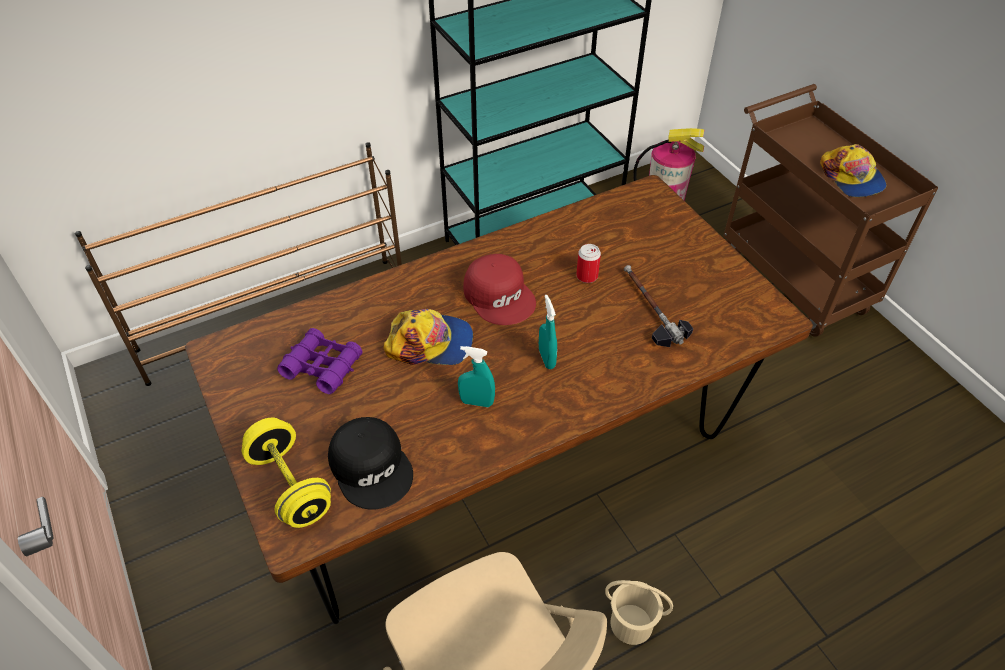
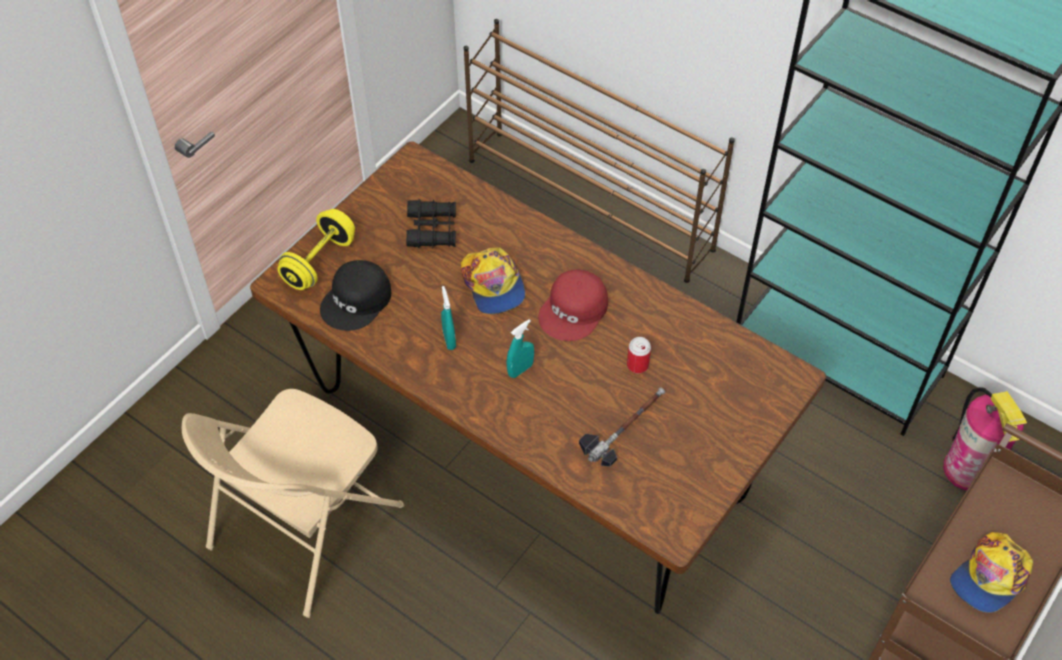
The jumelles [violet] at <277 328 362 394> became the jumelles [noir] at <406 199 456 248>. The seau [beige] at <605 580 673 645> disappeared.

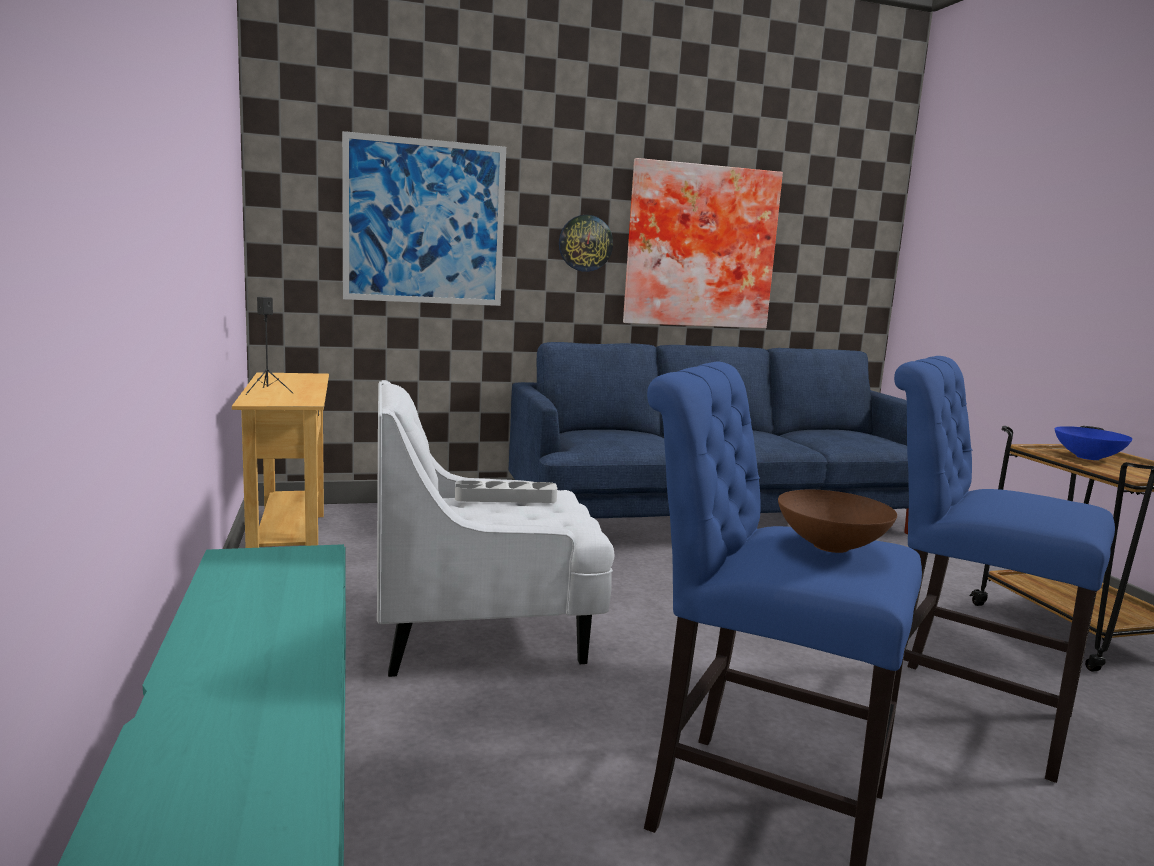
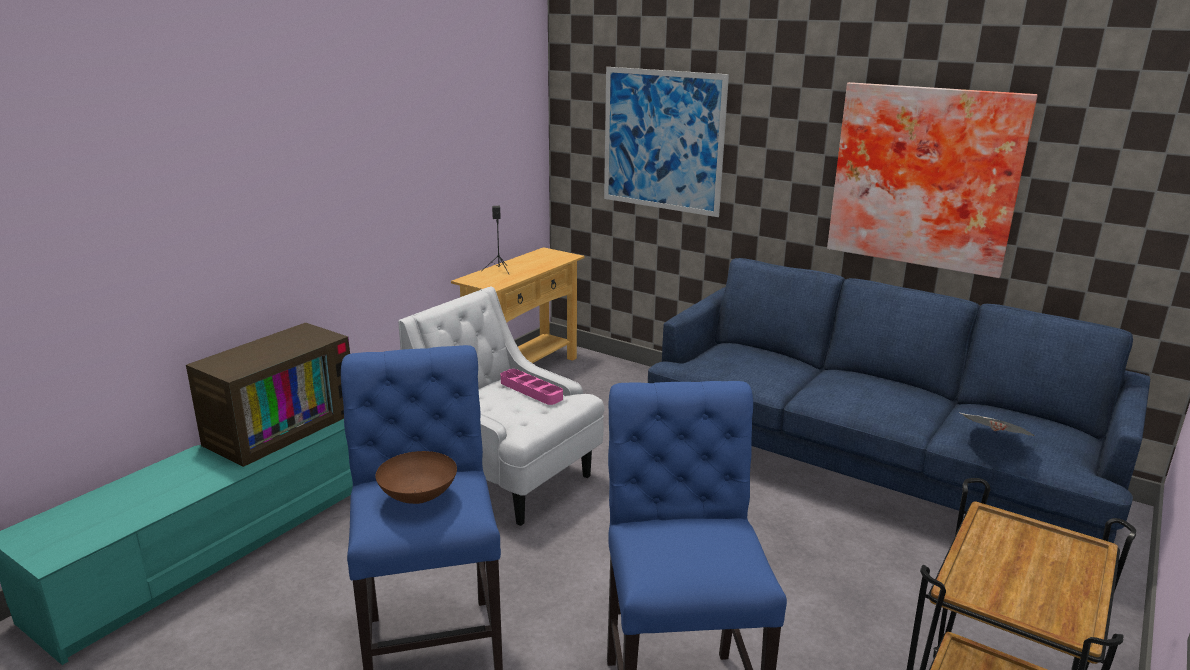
The plateau [gris] at <455 480 557 503> became the plateau [rose] at <501 369 563 405>. The horloge murale at <559 215 613 272> disappeared. The bol [bleu] at <1055 426 1132 460> disappeared. The téléviseur at <186 323 350 467> appeared. The journal at <961 413 1035 436> appeared.

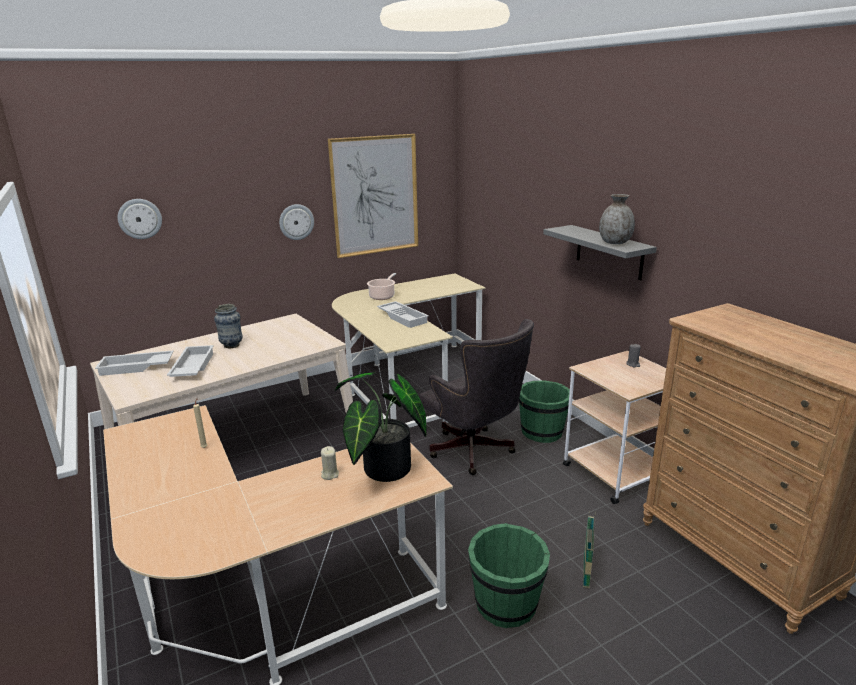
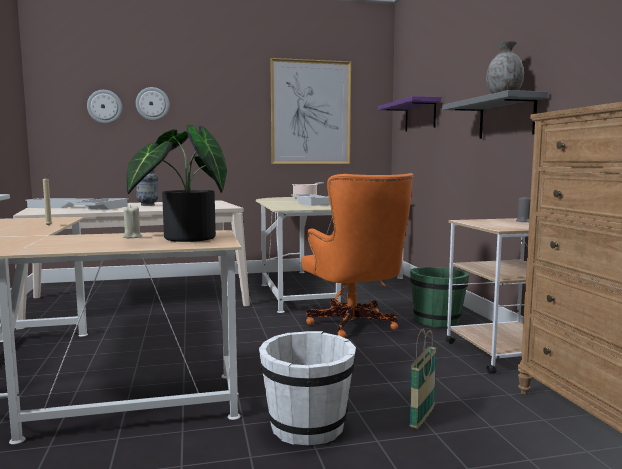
The horloge murale moved from <279 204 314 240> to <136 87 170 121>. The chaise de bureau [gris] at <419 319 534 475> became the chaise de bureau [orange] at <302 173 414 338>. The seau [vert] at <468 523 550 628> became the seau [blanc] at <259 331 356 445>. The étagère [violet] at <378 96 441 132> appeared.

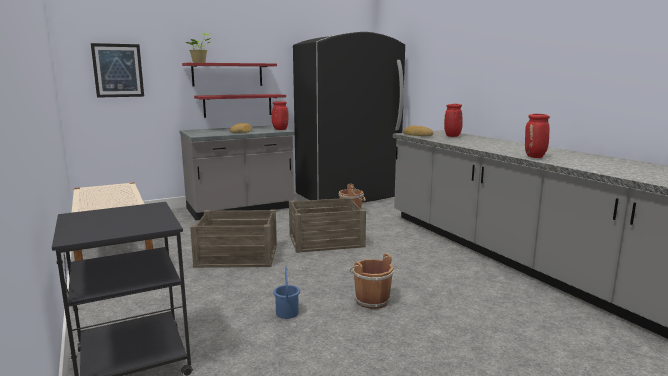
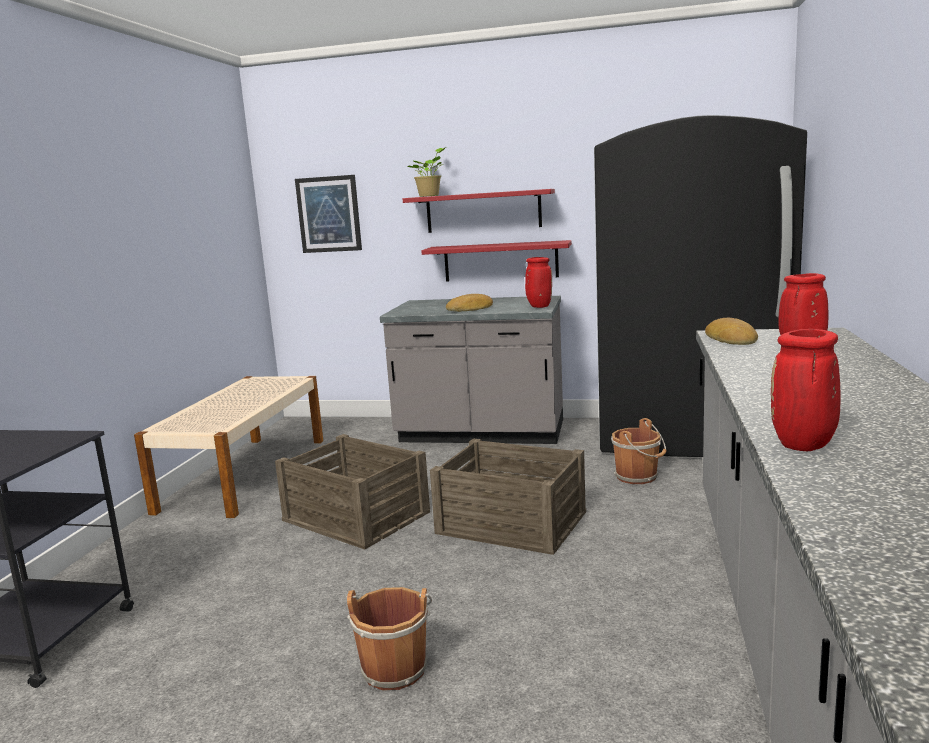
The seau [bleu] at <273 267 300 319> disappeared.

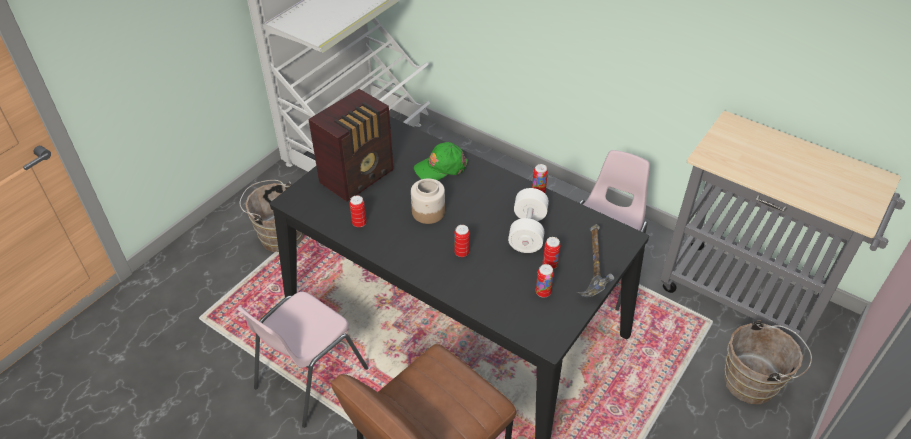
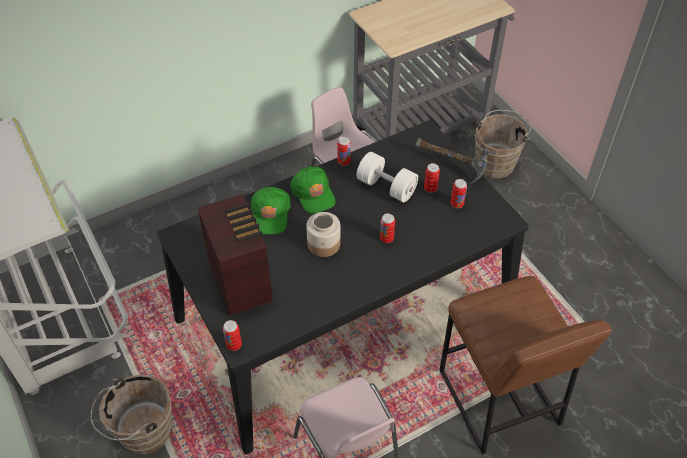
The boîte métallique moved from <350 195 367 227> to <223 320 242 351>. The casquette [vert] at <290 166 336 213> appeared.

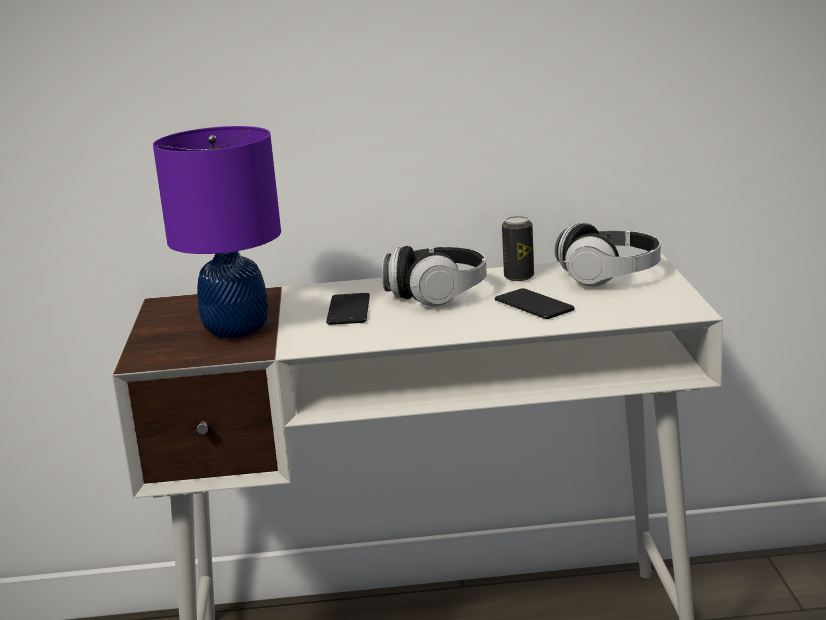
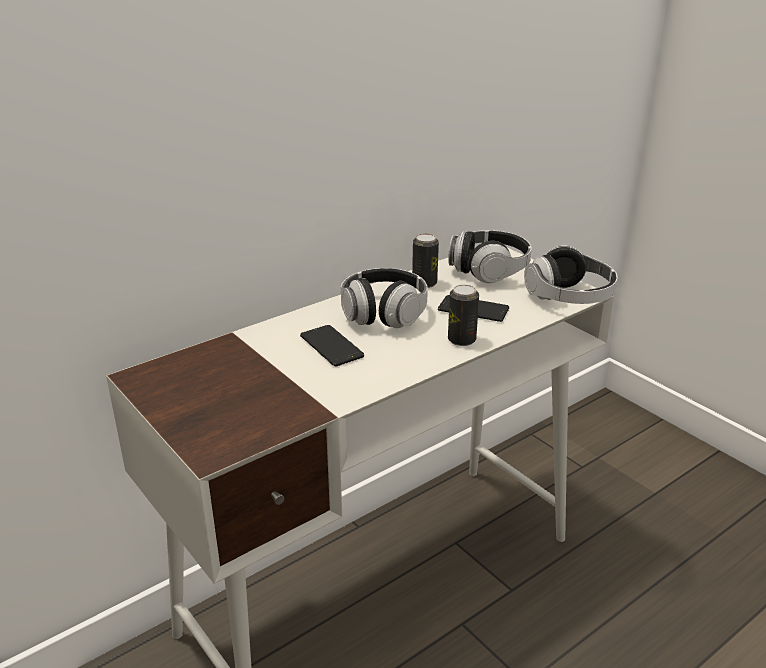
The lampe de table [violet] at <153 126 281 339> disappeared. The boîte métallique at <448 285 479 346> appeared. The casque audio at <524 245 617 304> appeared.

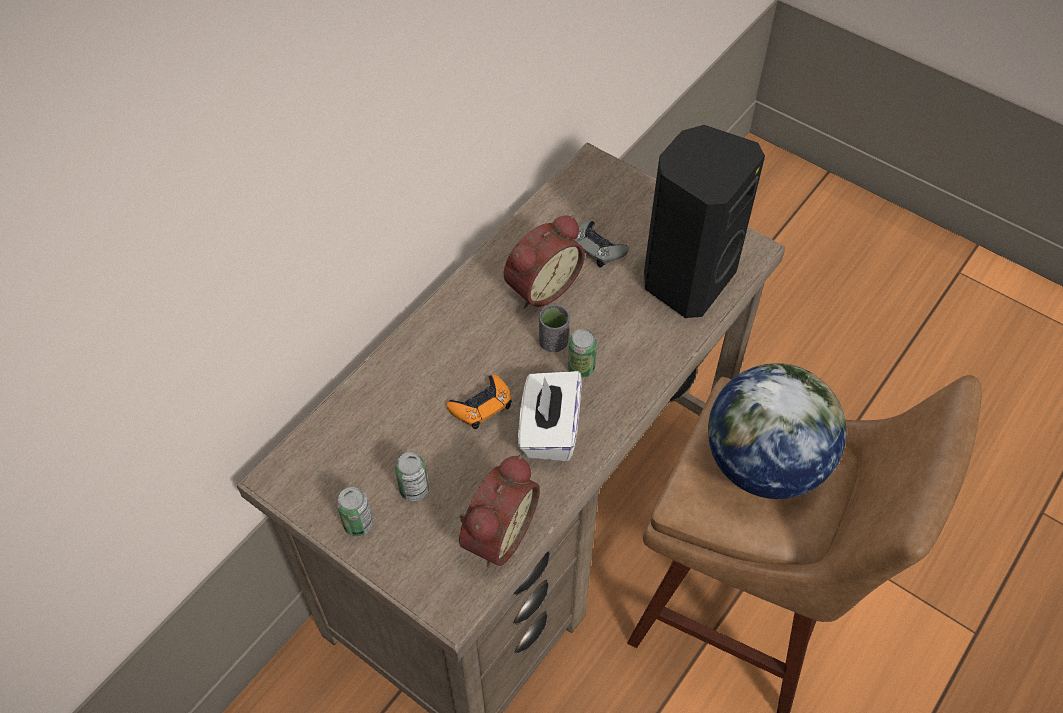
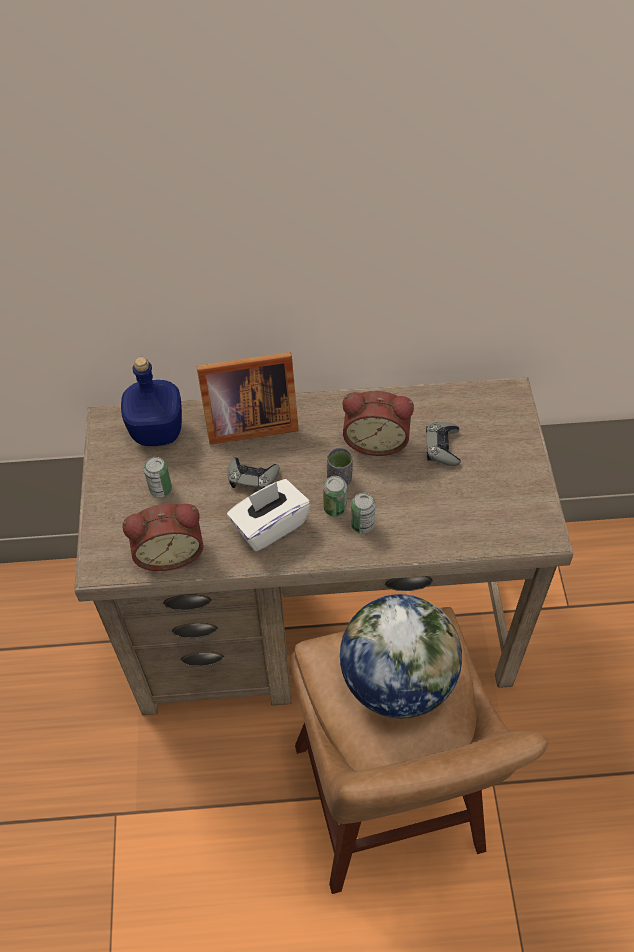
The boîte métallique moved from <337 487 373 536> to <351 493 376 534>. The manette [orange] at <447 375 512 429> became the manette [gris] at <228 458 280 489>. The enceinte [noir] at <644 125 765 318> disappeared. The bouteille [bleu] at <121 357 182 446> appeared. The cadre photo at <197 352 299 445> appeared.

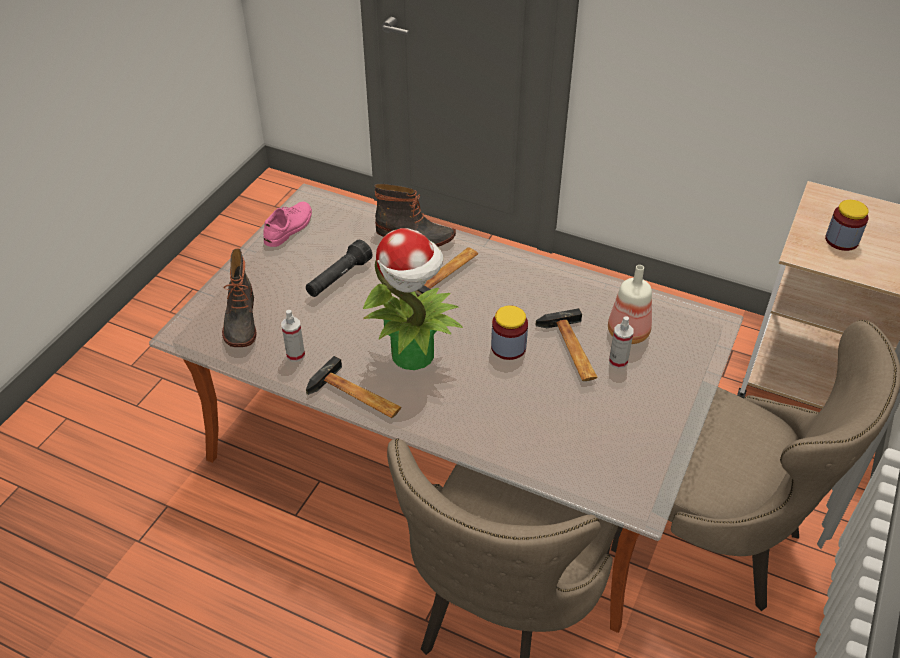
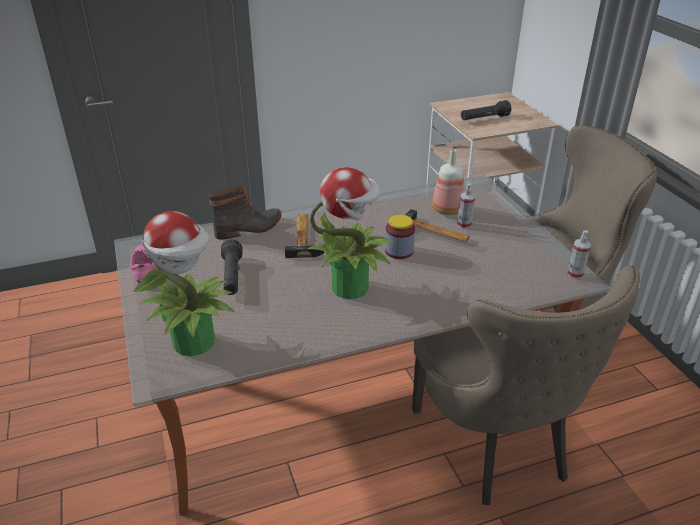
The botte at <222 249 256 347> was replaced by the plante en pot at <133 211 235 356>. The vaporisateur moved from <281 310 305 362> to <567 230 591 279>. The marteau at <306 356 401 418> disappeared. The bocal at <825 200 869 251> was replaced by the lampe de poche [noir] at <461 100 511 120>.

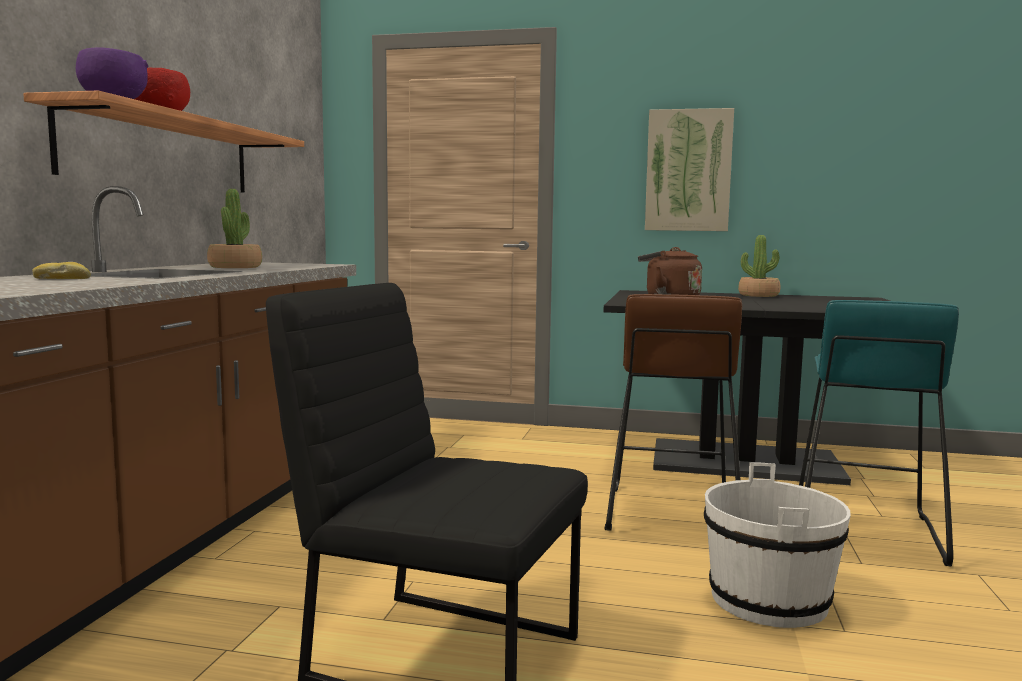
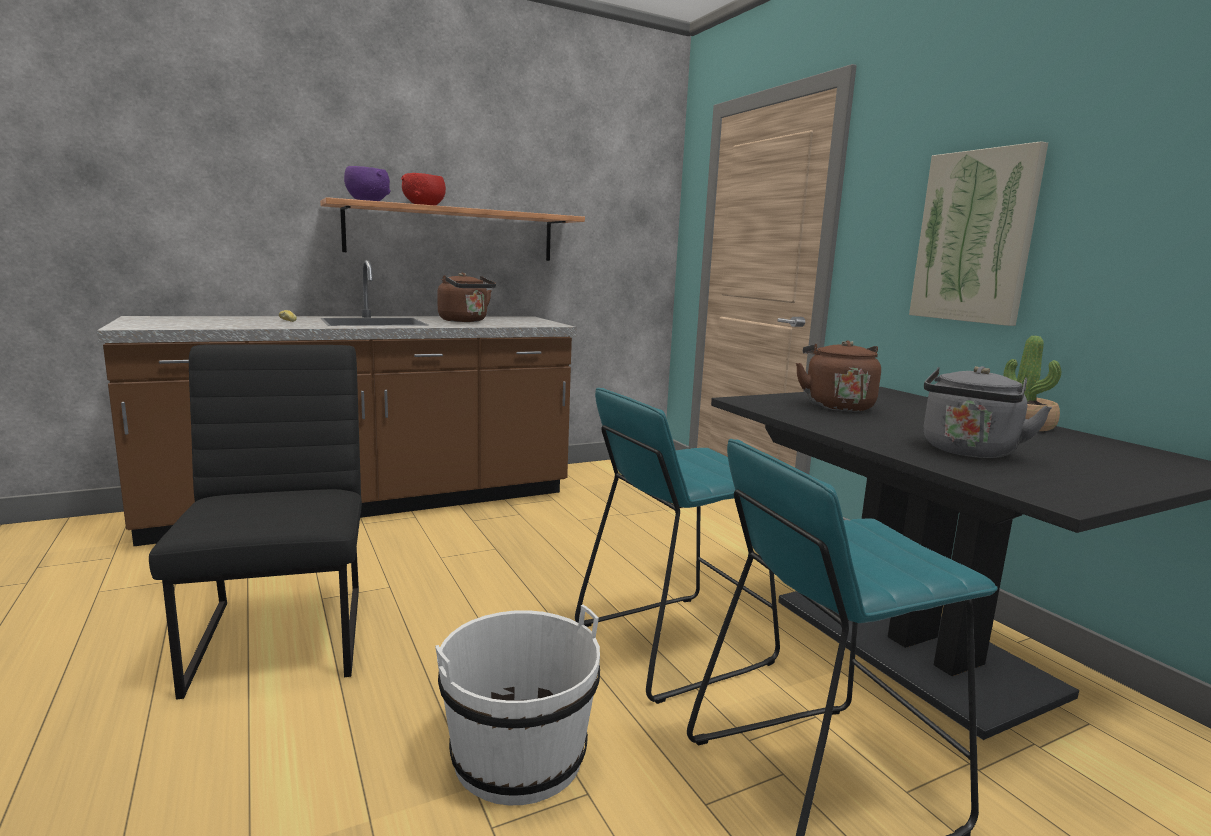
The plante en pot at <207 189 262 268> was replaced by the bouilloire [marron] at <437 273 496 322>. The tabouret [marron] at <605 294 742 531> became the tabouret [turquoise] at <575 388 780 704>. The bouilloire [gris] at <924 366 1052 458> appeared.

